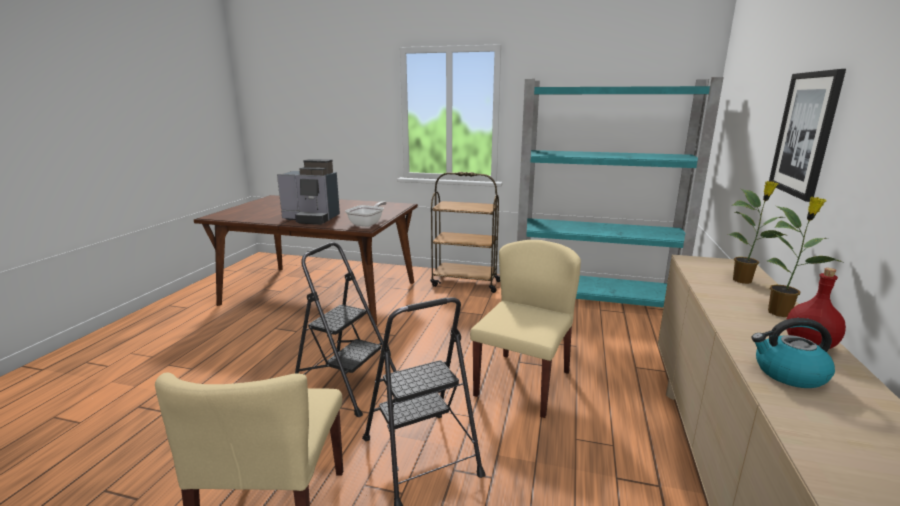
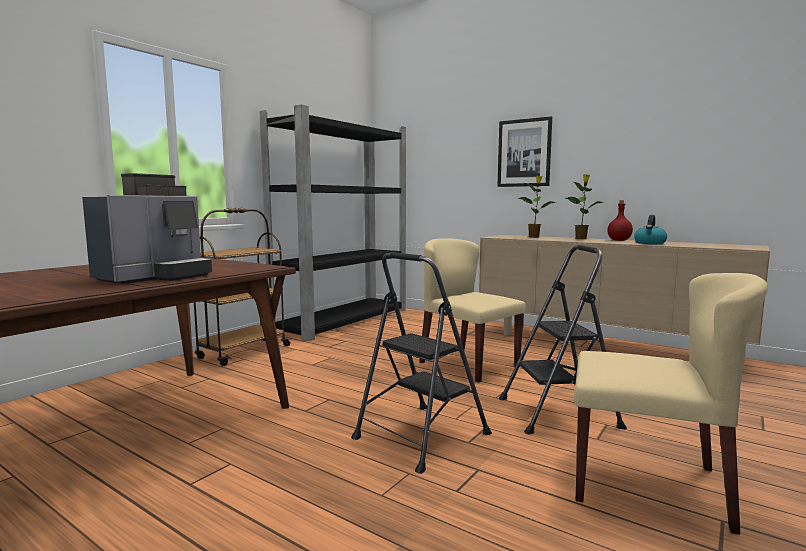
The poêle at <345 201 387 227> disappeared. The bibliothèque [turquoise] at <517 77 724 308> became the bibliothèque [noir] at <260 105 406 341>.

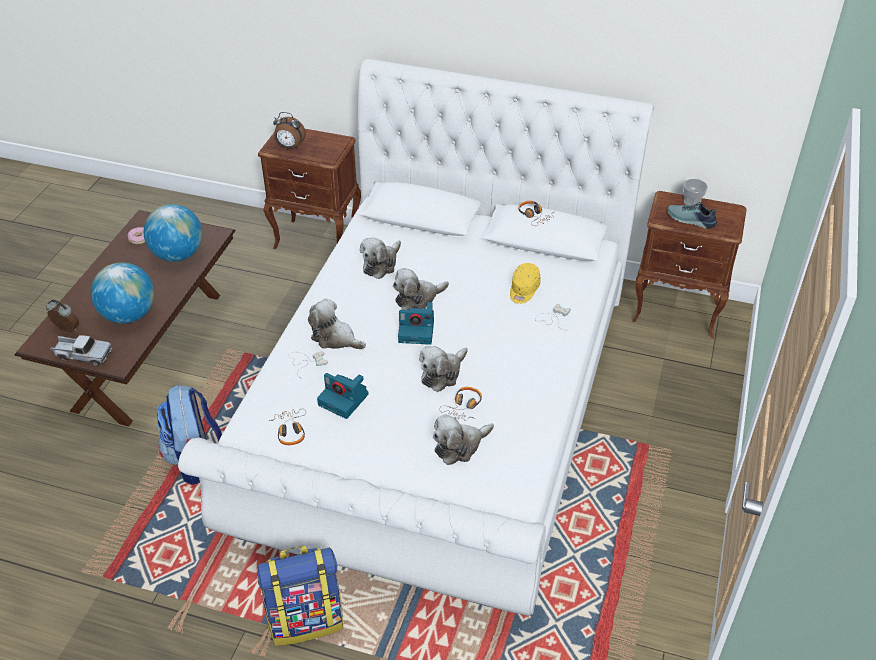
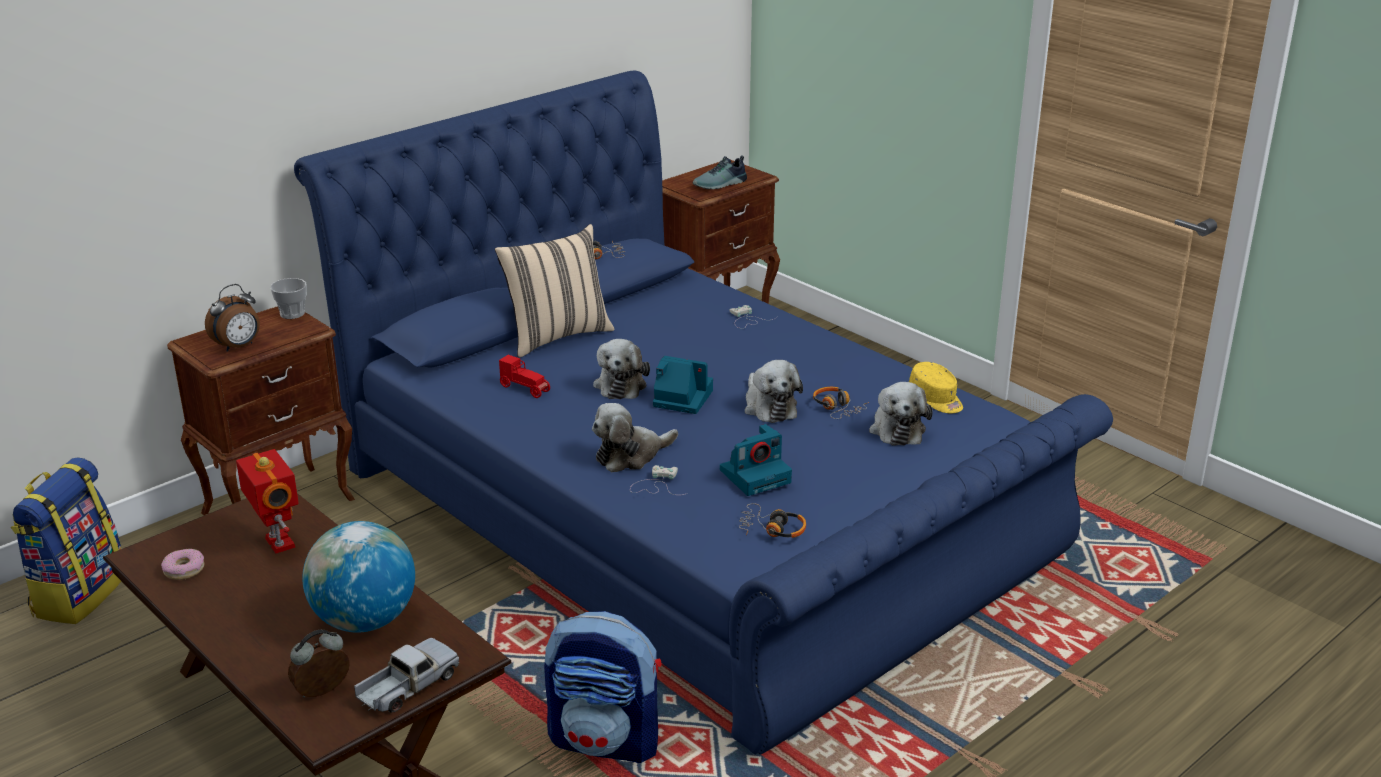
The globe at <144 204 202 262> was replaced by the robot jouet at <236 449 299 554>. The lit [blanc] at <178 59 654 616> became the lit [bleu] at <294 70 1113 755>. The sac à dos moved from <257 546 343 646> to <11 458 122 624>. The peluche at <360 238 401 279> was replaced by the petite voiture [rouge] at <499 355 550 398>. The appareil photo at <398 302 434 345> turned 105 degrees counterclockwise. The casquette [jaune] moved from <510 263 541 304> to <909 362 963 413>. The tasse moved from <683 179 708 206> to <270 278 307 319>. The coussin [beige] at <495 224 615 357> appeared.

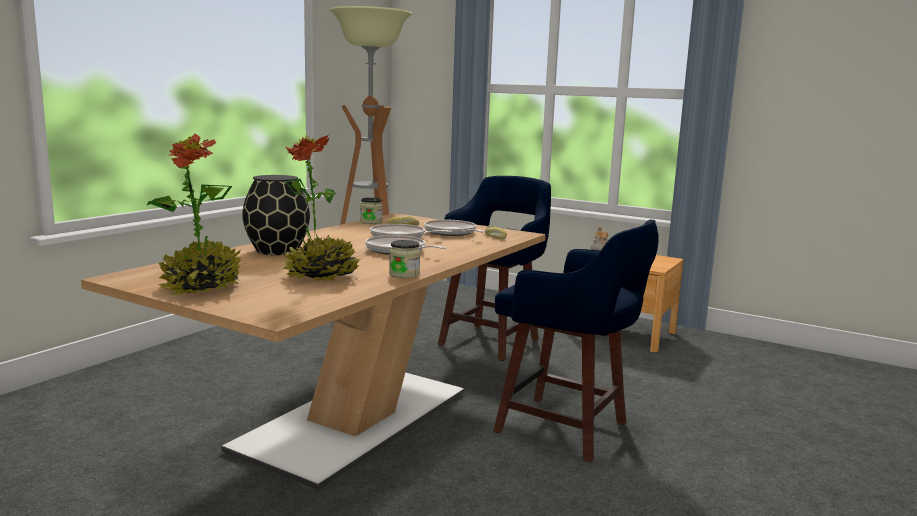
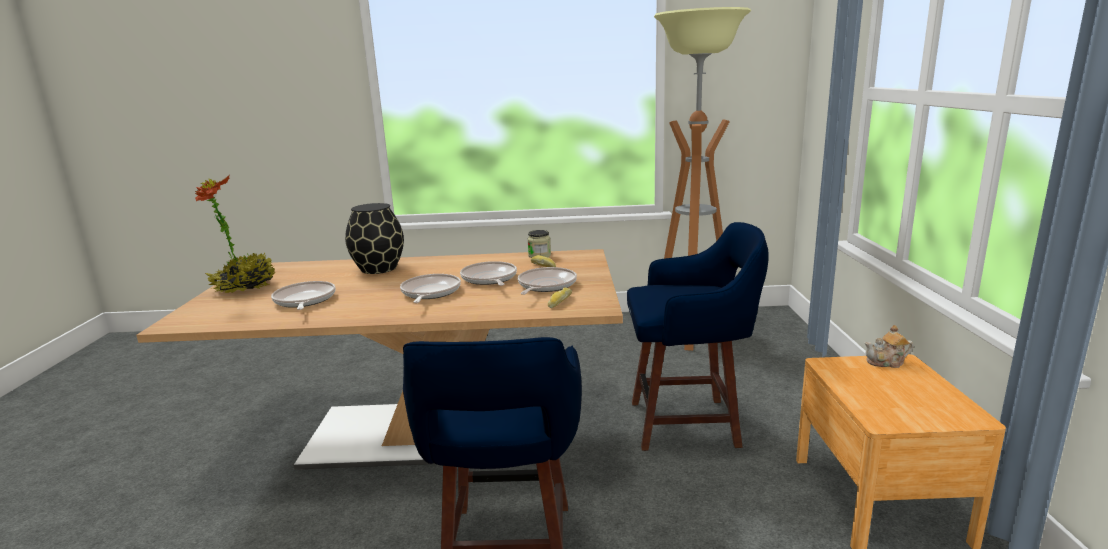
The plante en pot at <283 135 361 281> was replaced by the poêle at <271 281 336 310>. The bocal at <389 240 420 278> disappeared.

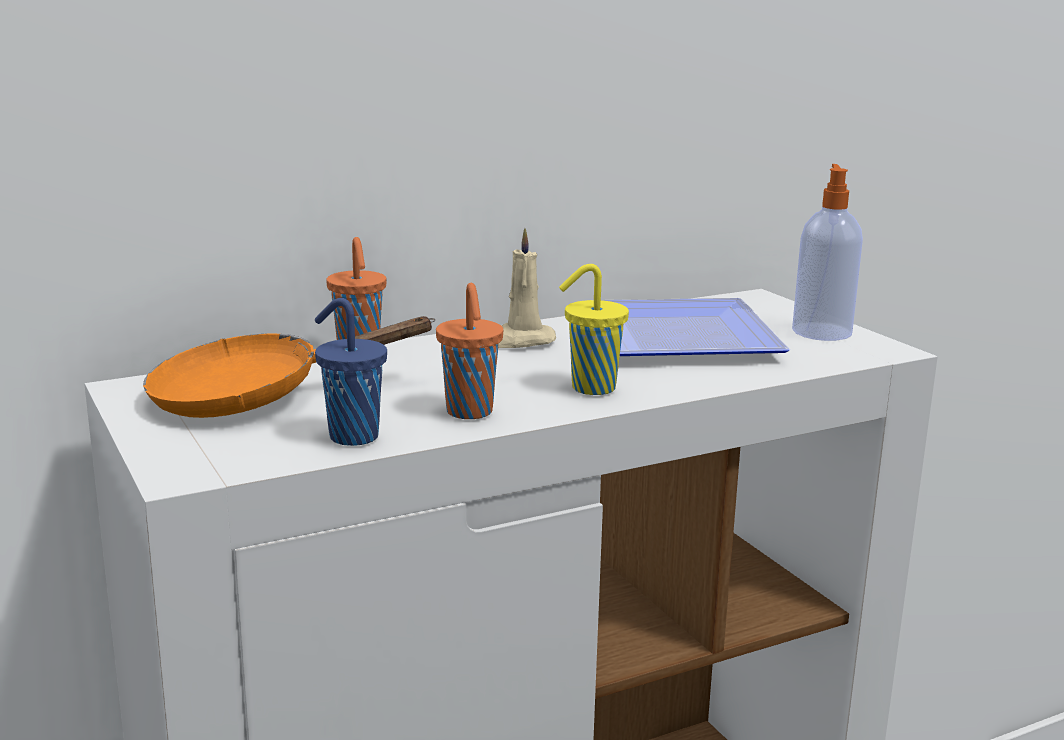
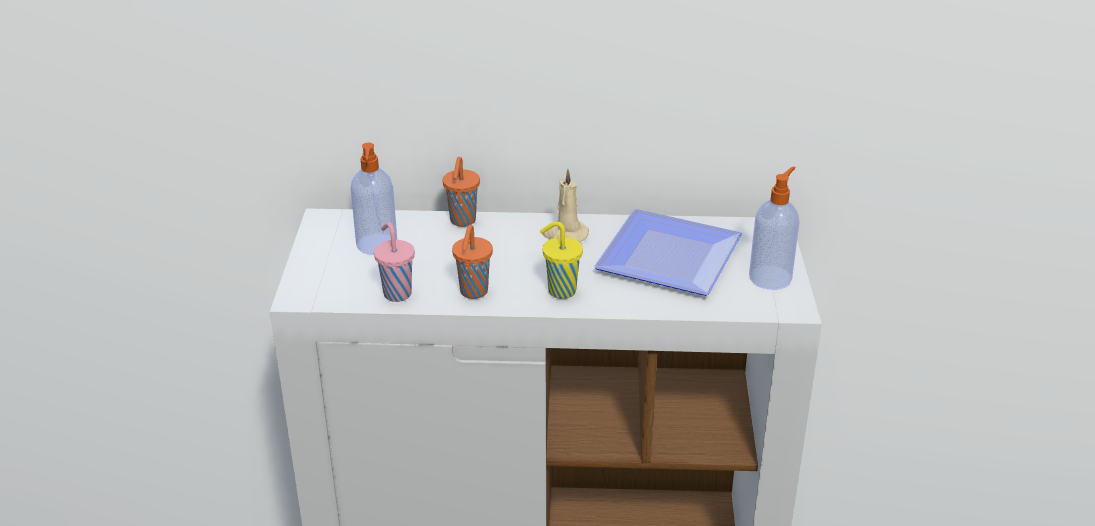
The poêle [orange] at <143 316 435 418> was replaced by the distributeur de savon at <351 143 397 255>. The tasse [bleu] at <315 298 387 446> became the tasse [rose] at <374 222 415 302>.

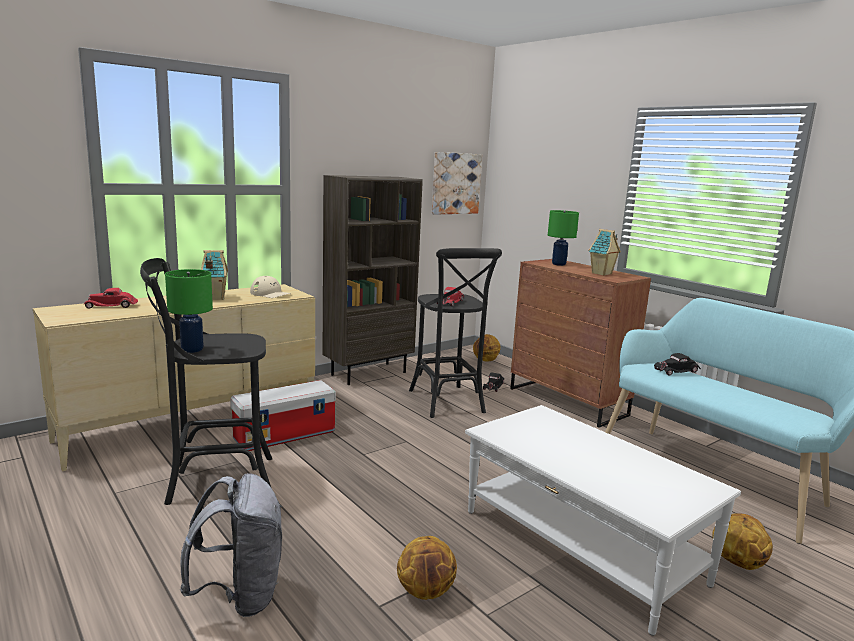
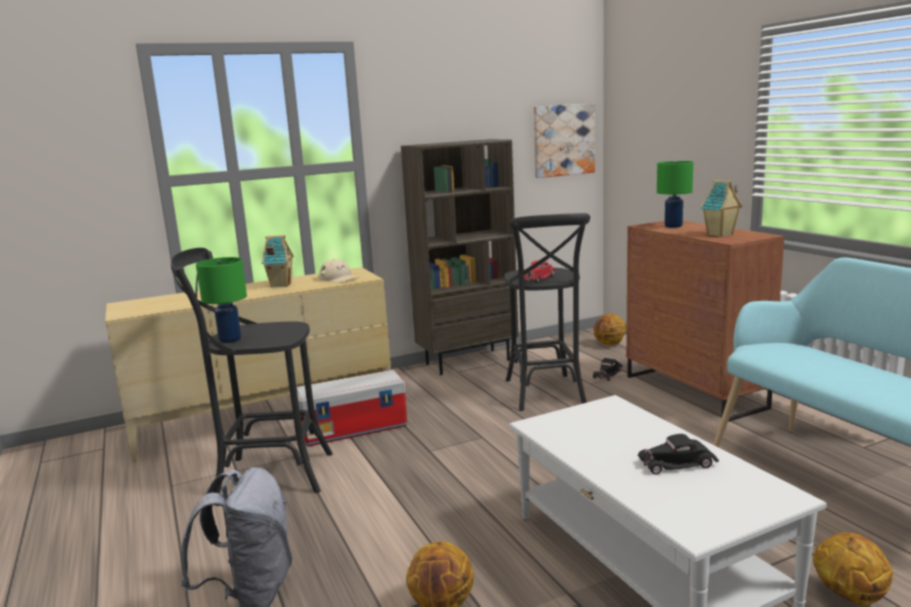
The petite voiture [rouge] at <84 288 138 309> disappeared. The petite voiture [noir] moved from <654 353 701 376> to <637 434 719 475>.

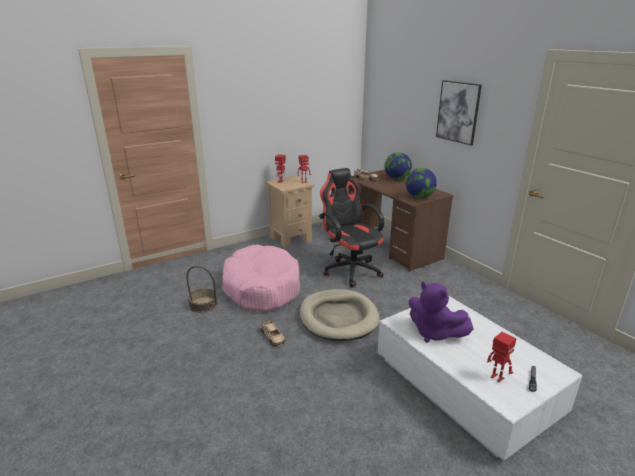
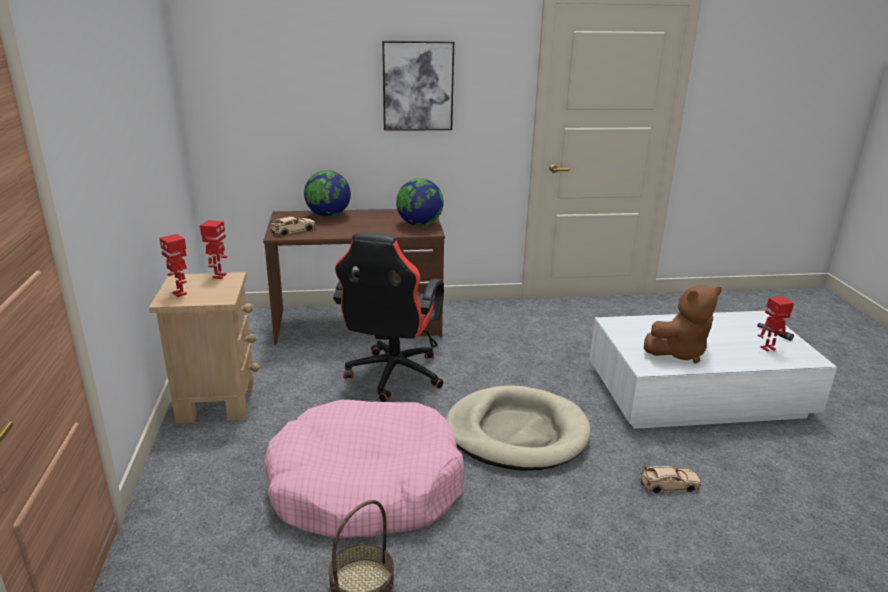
The petite voiture [beige] moved from <260 318 286 347> to <640 465 701 493>. The chaise de bureau [noir] at <319 168 384 288> turned 75 degrees counterclockwise. The peluche [violet] at <409 282 474 343> became the peluche [marron] at <644 285 722 364>.

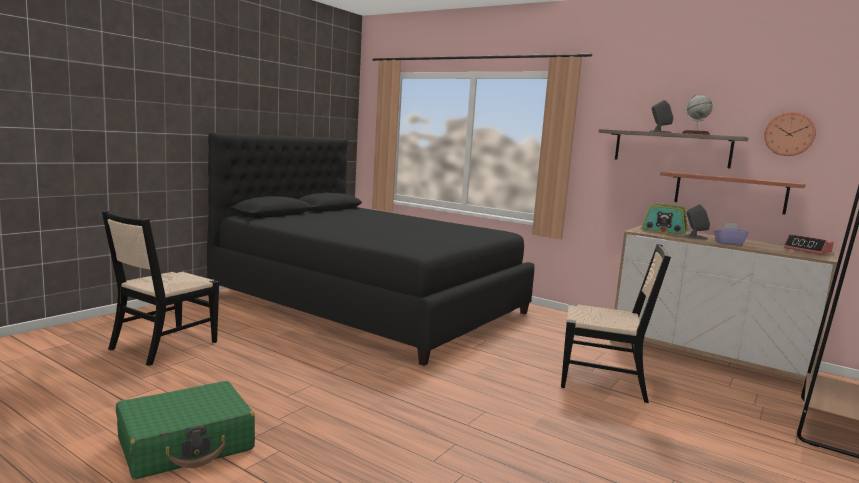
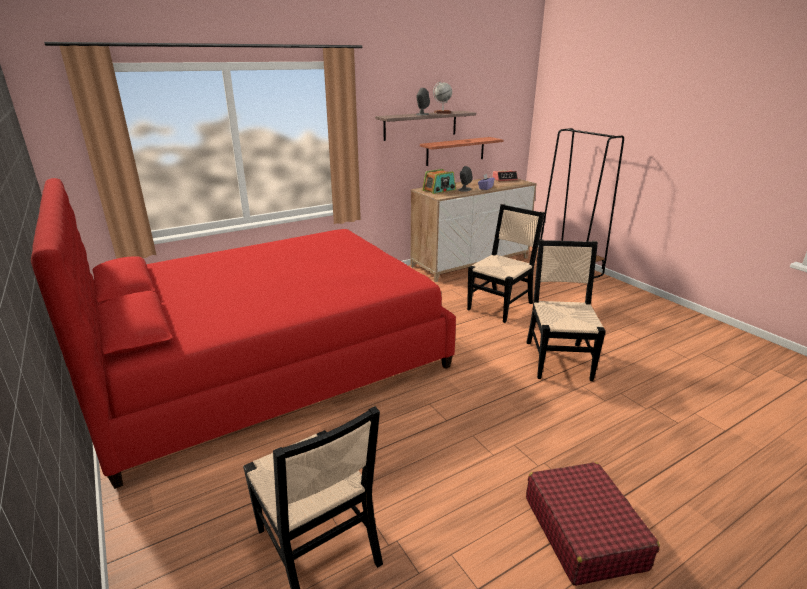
The valise [vert] at <116 381 255 479> became the valise [rouge] at <526 462 660 586>. The lit [noir] at <207 132 534 366> became the lit [rouge] at <31 178 456 489>. The horloge murale at <764 112 816 156> disappeared. The chaise at <526 239 606 382> appeared.

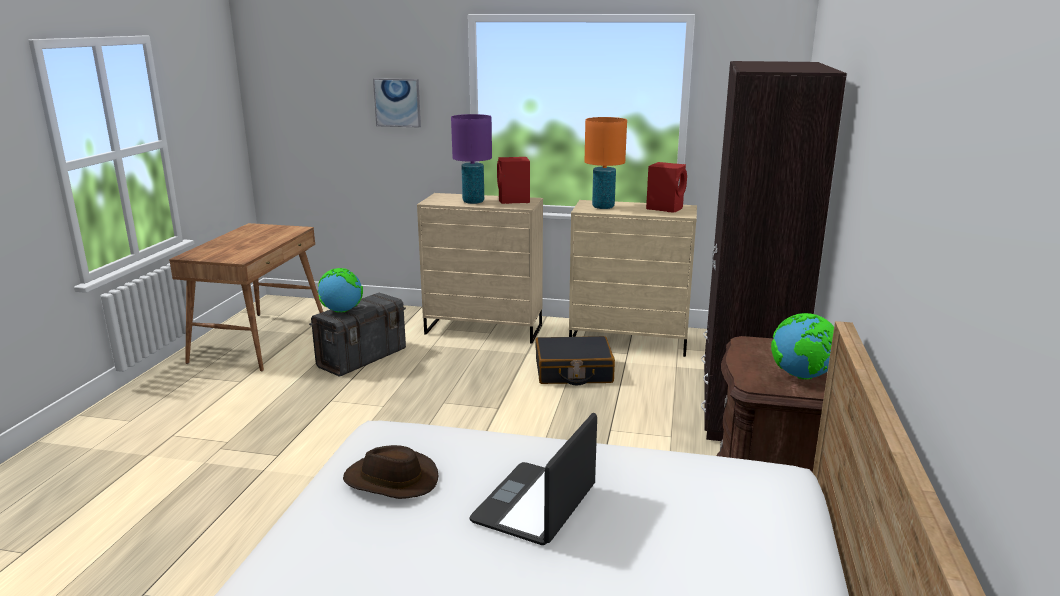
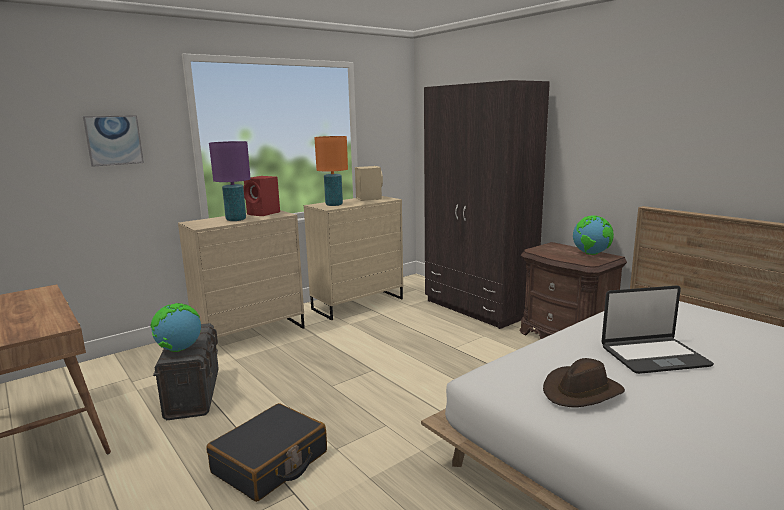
The ordinateur portable at <469 413 597 545> turned 75 degrees counterclockwise. The valise [noir] moved from <535 336 615 385> to <206 403 327 502>. The enceinte [rouge] at <646 162 687 213> became the enceinte [beige] at <355 166 383 201>.

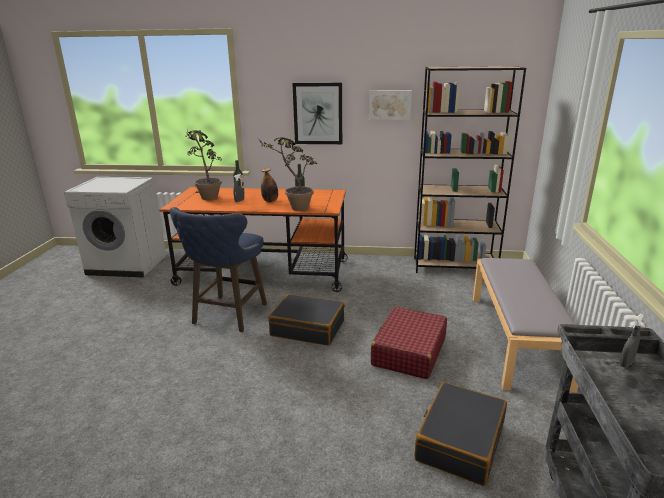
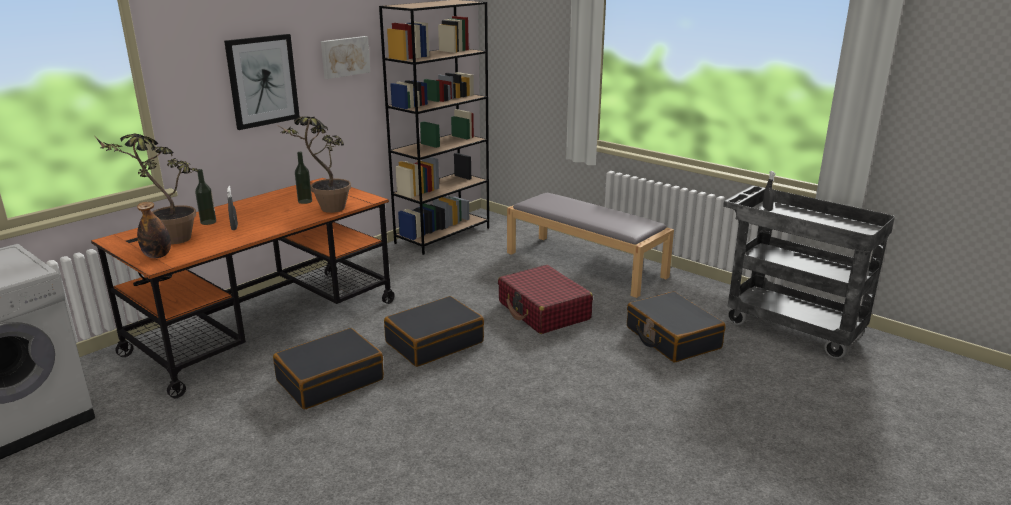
The tabouret [bleu] at <170 207 267 332> was replaced by the valise [noir] at <273 328 384 410>. The bouteille moved from <261 168 278 202> to <137 202 171 258>.

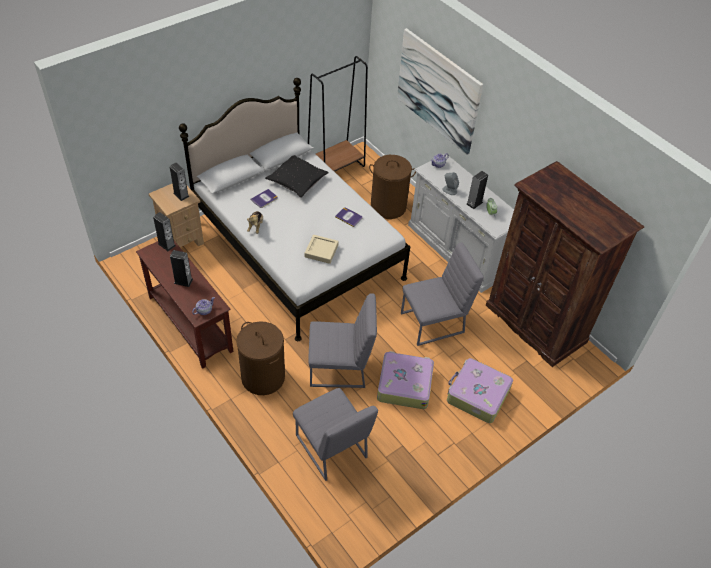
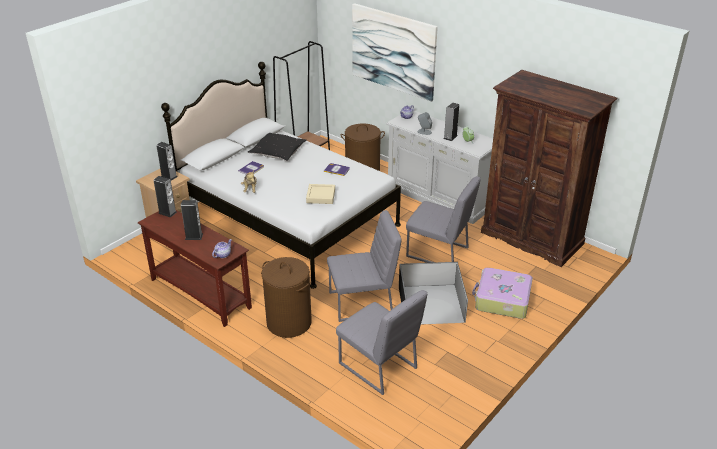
The valise at <377 351 434 409> was replaced by the boîte de rangement [noir] at <399 262 468 324>. The chaise [gris] at <401 242 484 346> turned 60 degrees clockwise.

